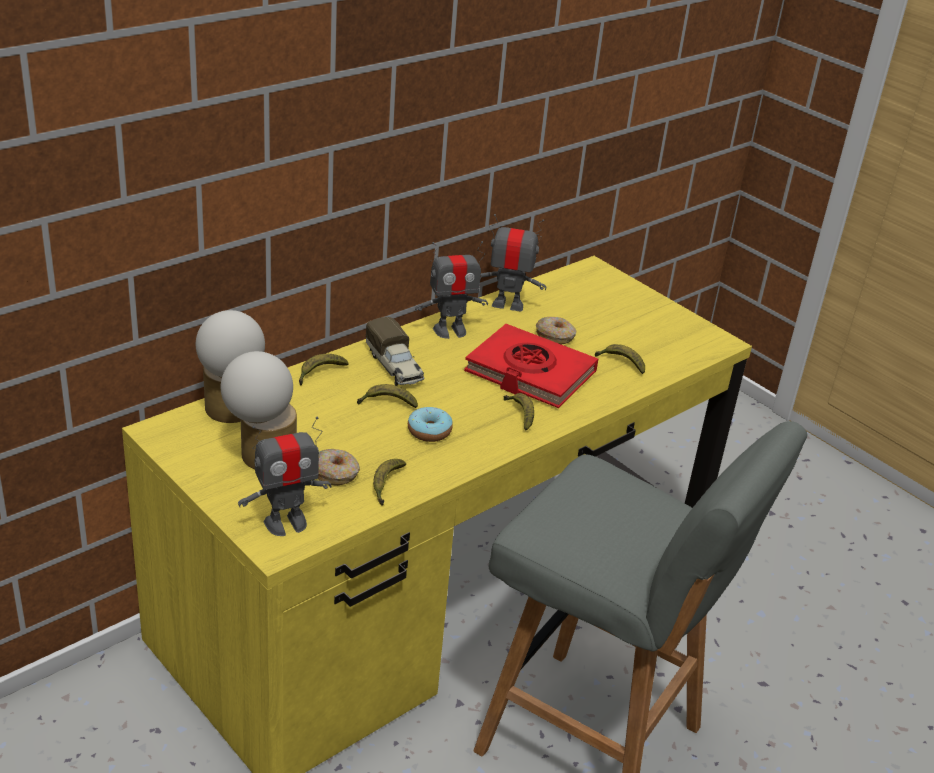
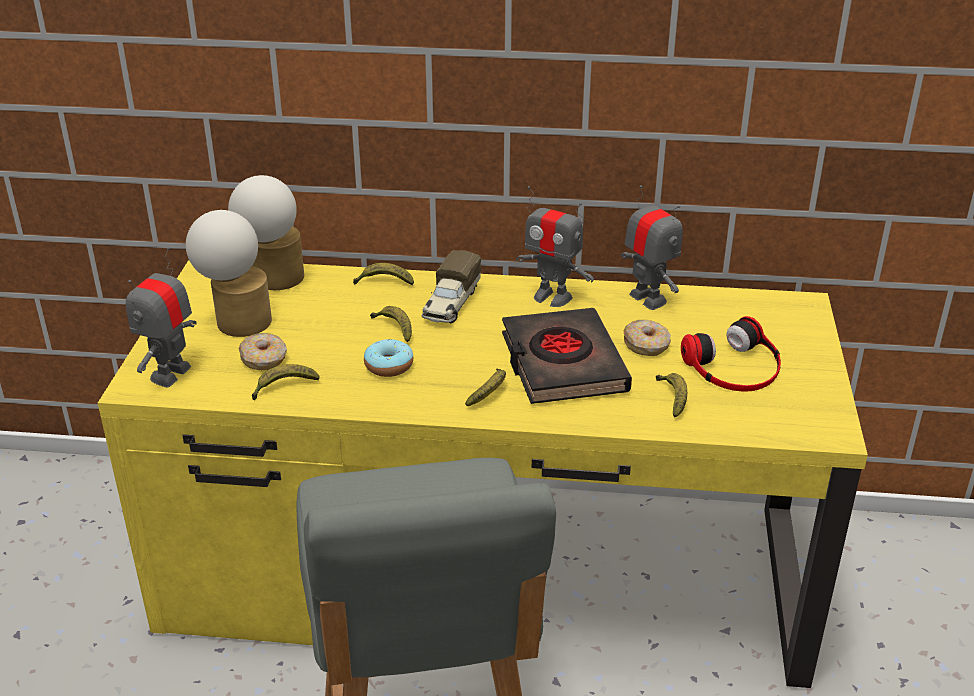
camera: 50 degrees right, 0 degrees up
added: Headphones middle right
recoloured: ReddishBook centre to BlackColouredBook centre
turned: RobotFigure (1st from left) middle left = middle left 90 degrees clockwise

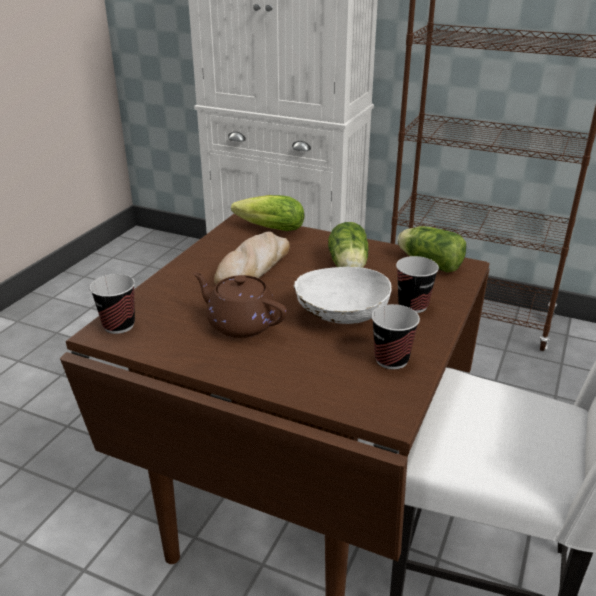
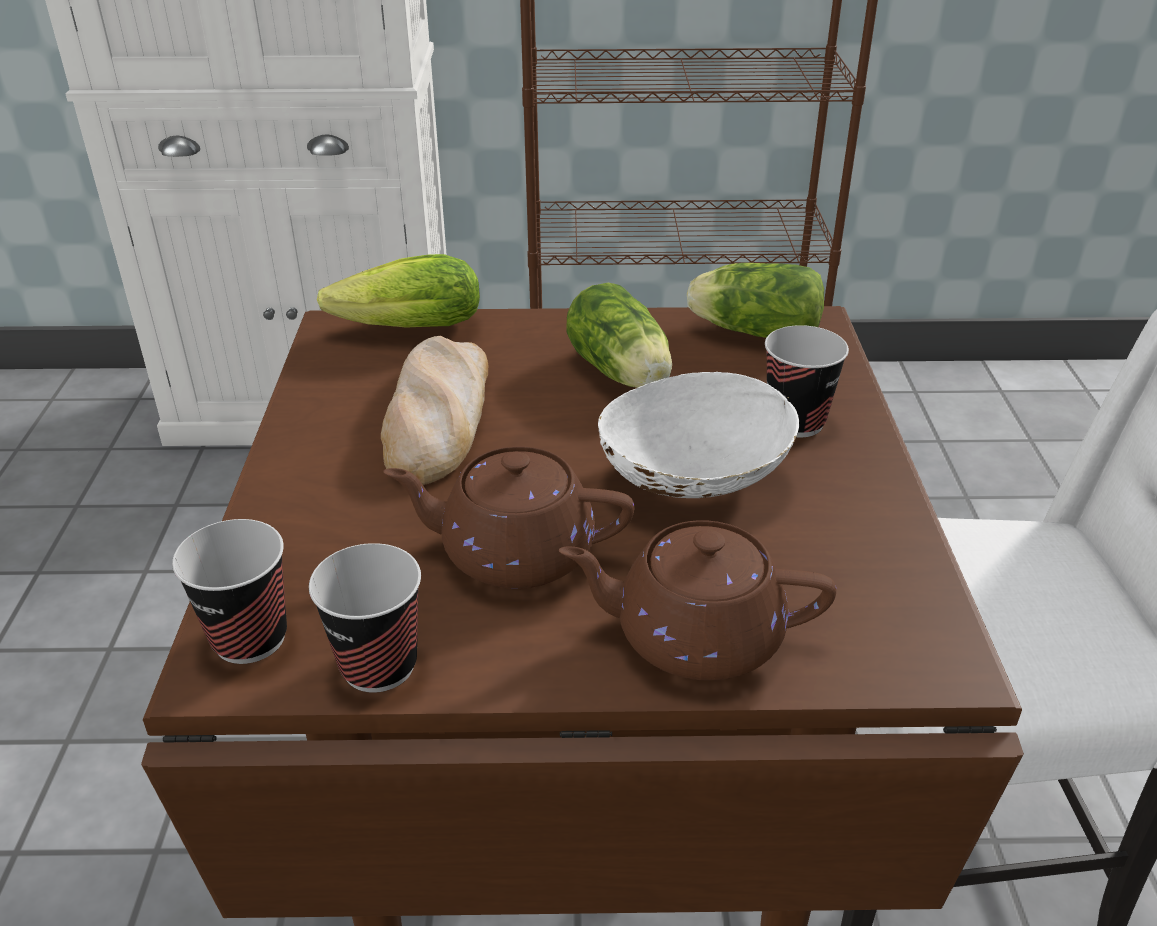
camera: 25 degrees left, 5 degrees up
added: BrownishTeapot (2nd from left) centre
moved: DrinkingCup (2nd from left) centre to bottom left

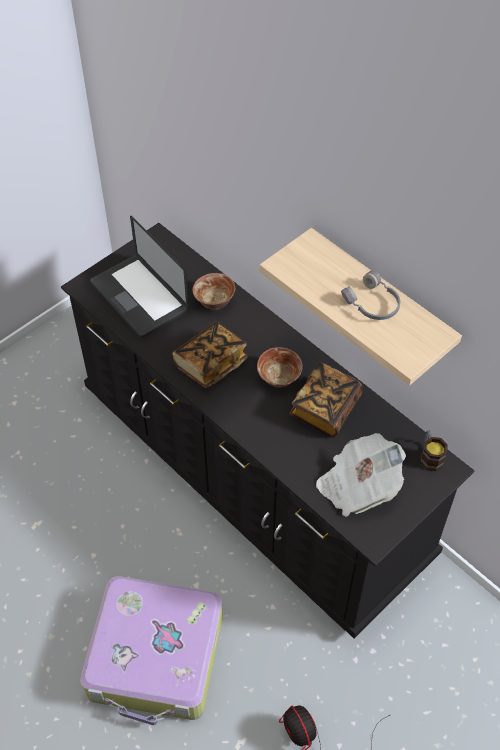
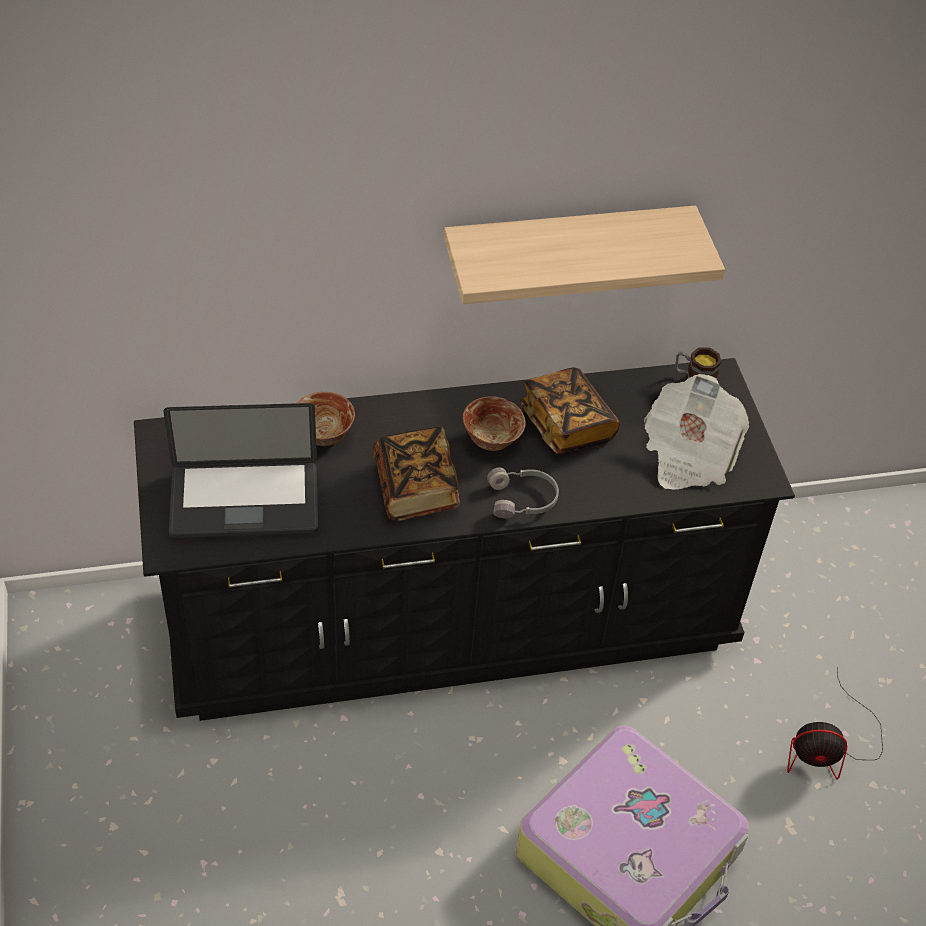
camera: 60 degrees left, 5 degrees down
moved: GrayHeadphones middle right to centre

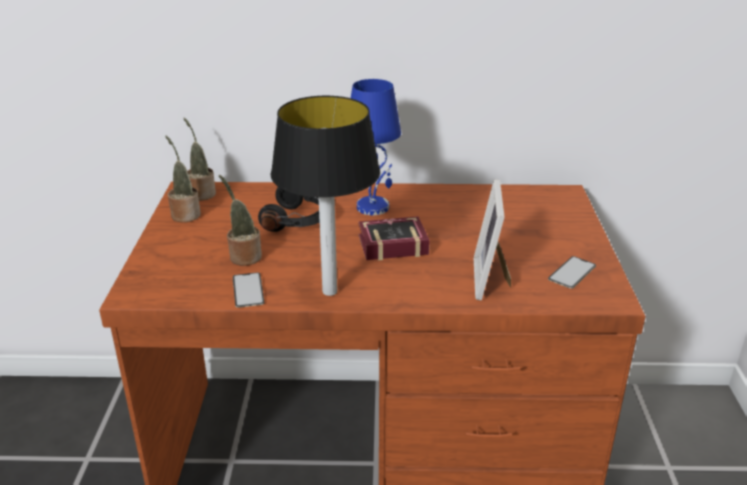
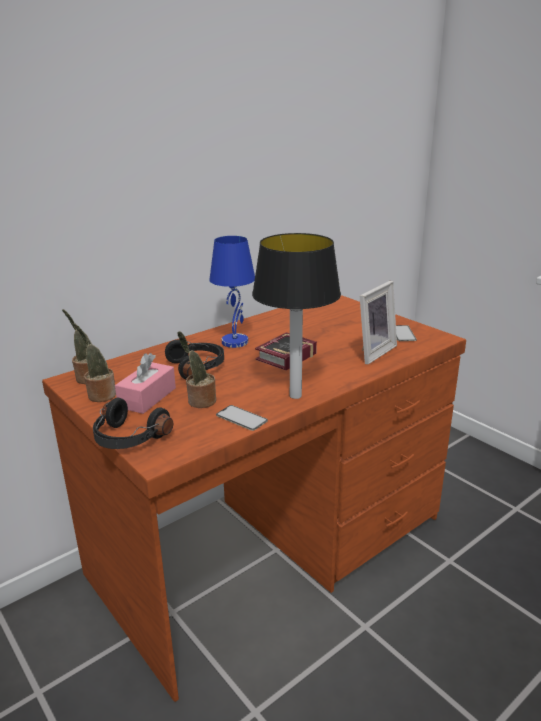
camera: 40 degrees left, 5 degrees down
added: BlackColouredHeadphones (1st from left) middle left; PinkishTissueBox middle left
turned: PictureFrame centre = middle right 105 degrees counterclockwise

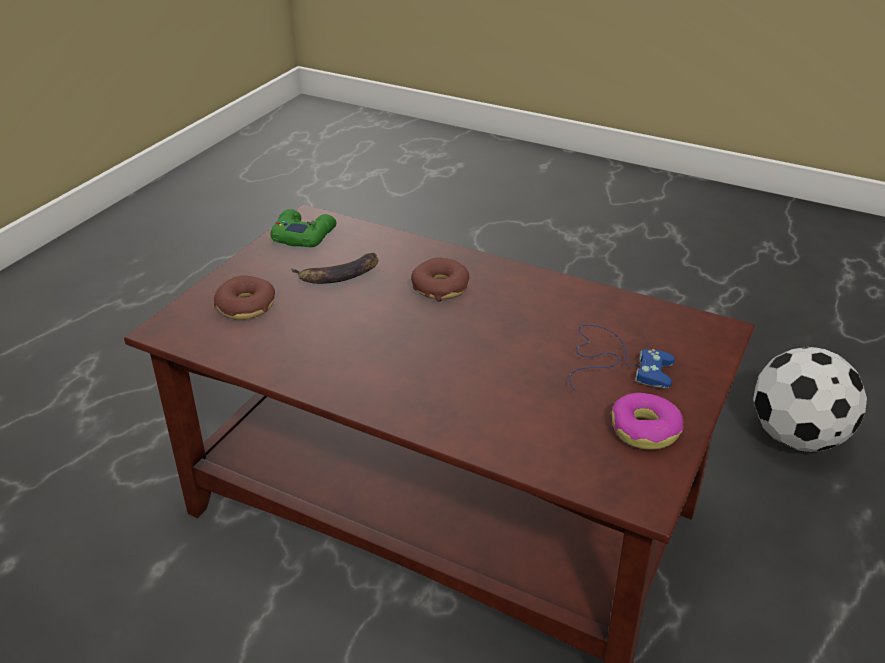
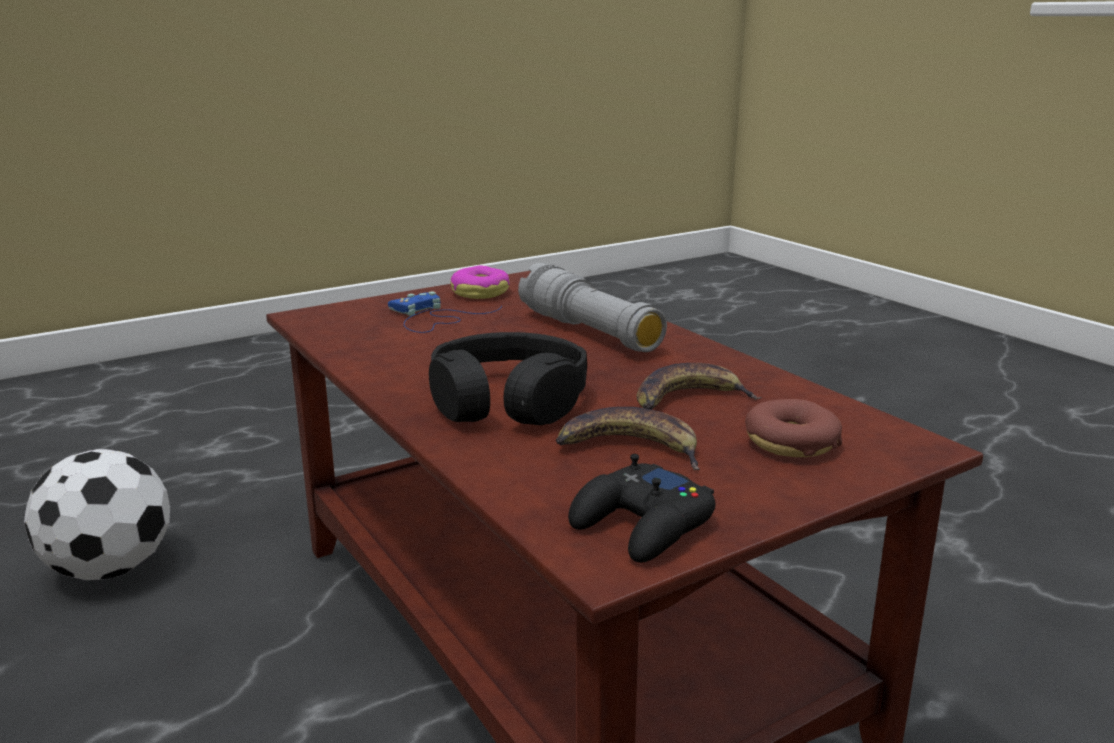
camera: 150 degrees left, 15 degrees down
added: GrayFlashlight centre; WholeBanana (2nd from left) centre
replaced: Doughnut (2nd from left) centre to BlackColouredHeadphones centre
recoloured: GreenColouredJoypad centre to BlackColouredJoypad bottom centre

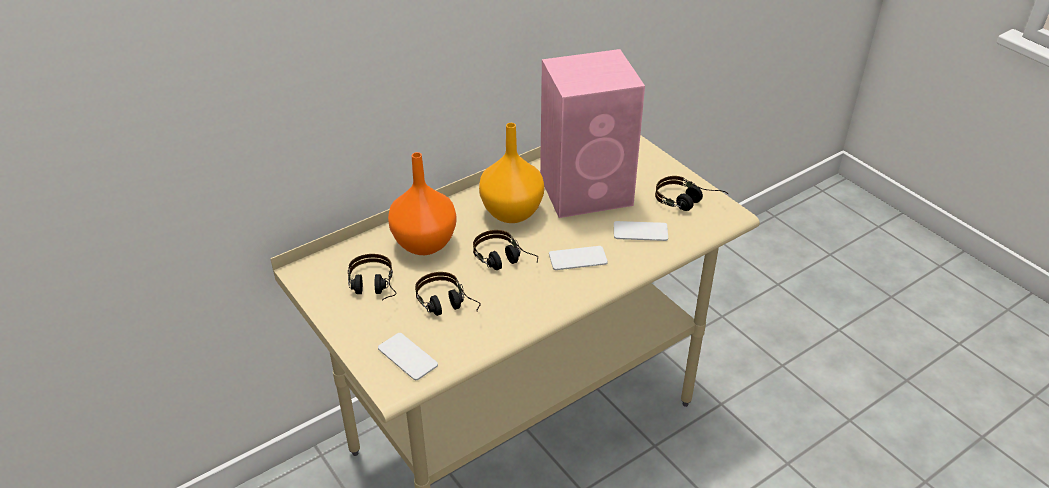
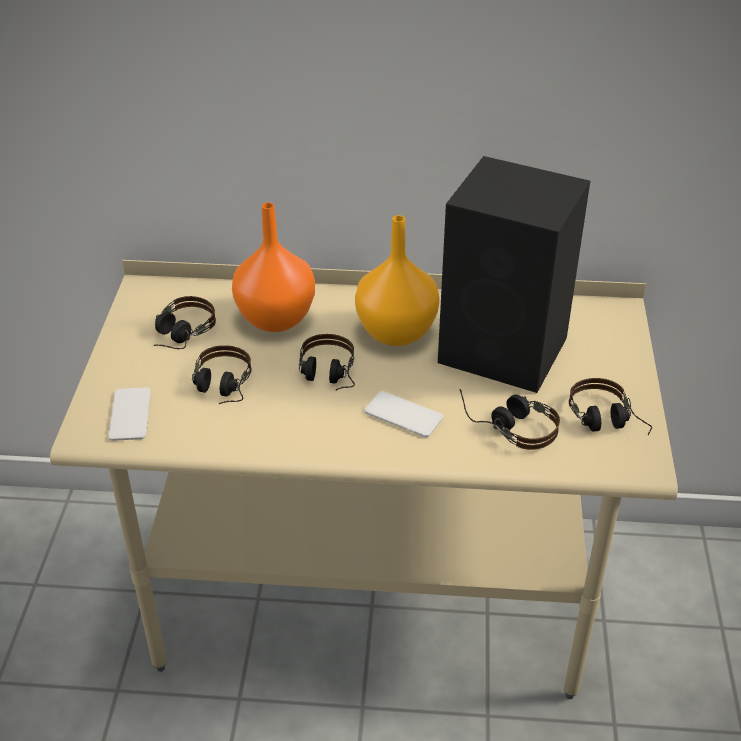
camera: 40 degrees right, 0 degrees up
replaced: Phone (3rd from left) centre to Headphones (4th from left) middle right
recoloured: PinkishAudioSpeaker top centre to BlackColouredAudioSpeaker middle right

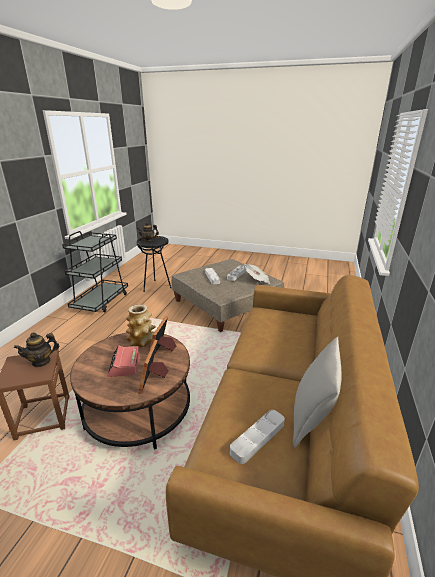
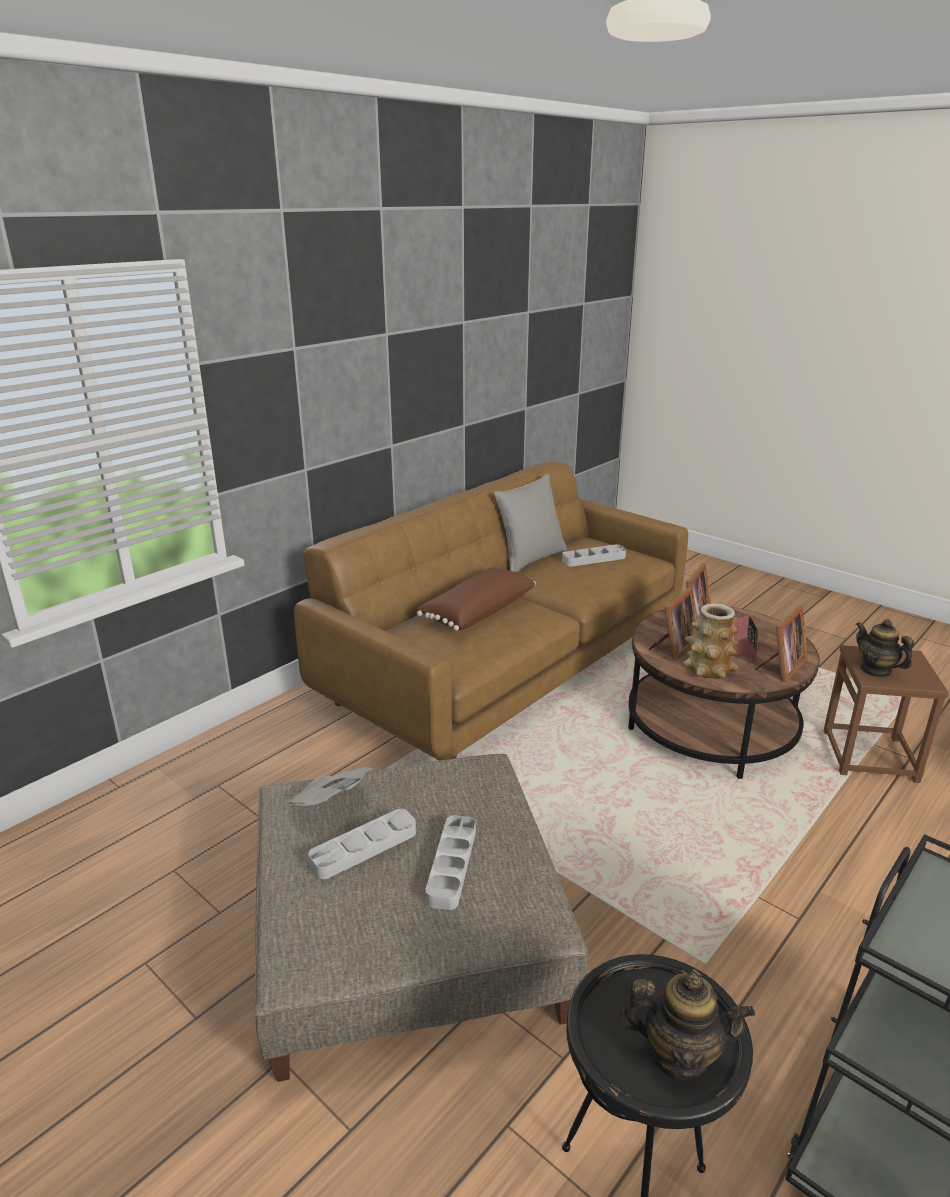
camera: 155 degrees left, 0 degrees up
added: BrownishPillow centre; PictureFrame (3rd from left) middle right
turned: Teapot (1st from left in the first image) middle left = middle right 120 degrees counterclockwise

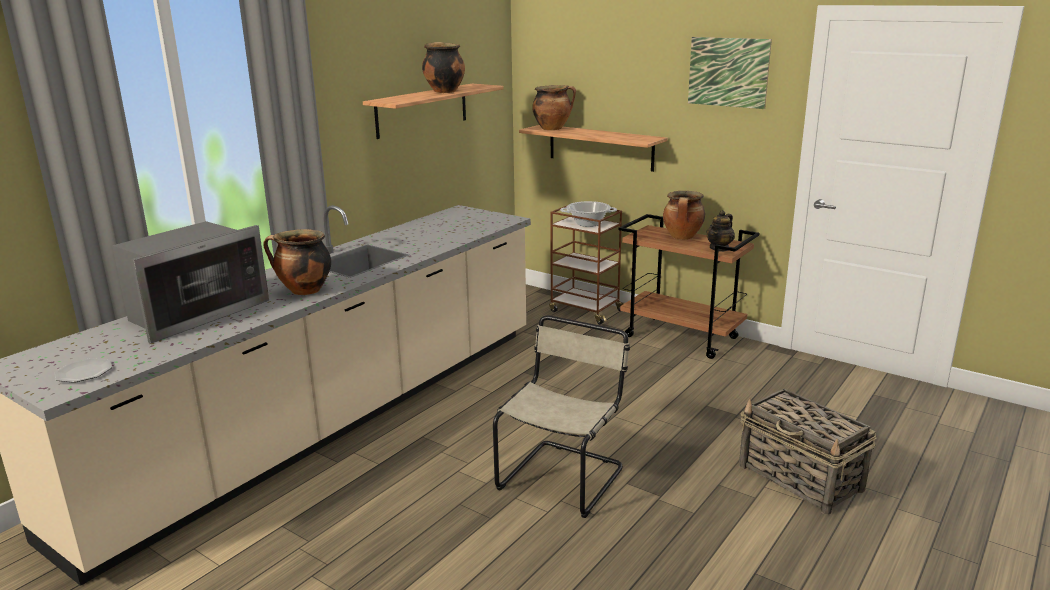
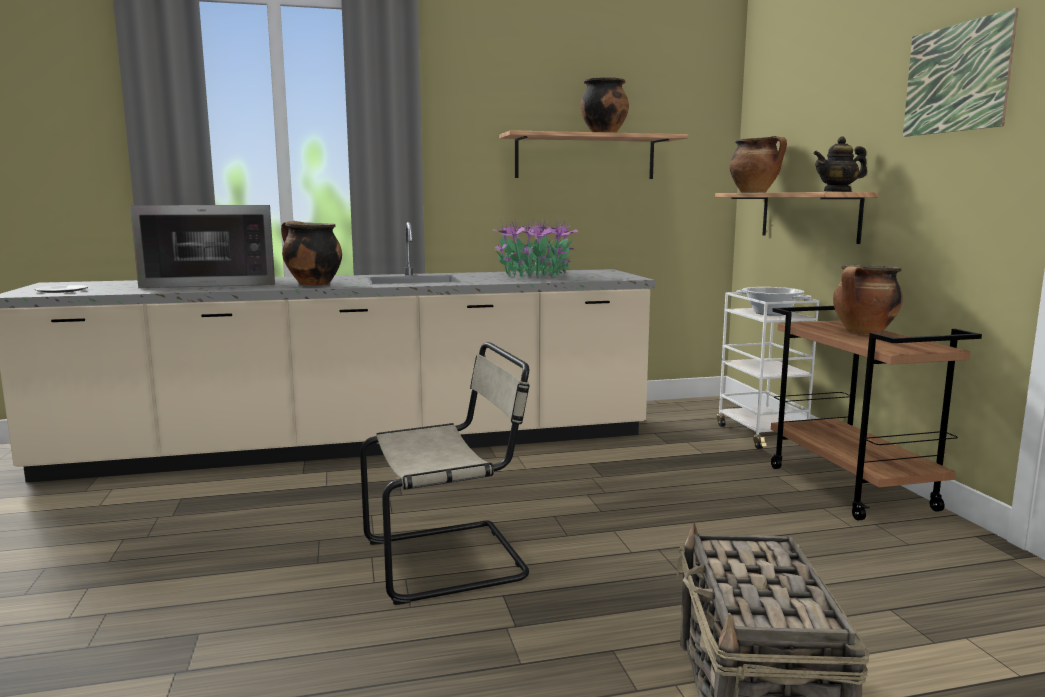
camera: 40 degrees right, 10 degrees down
added: Houseplant centre
moved: Teapot middle right to top right
recoloured: BrownishWheeledCart (1st from left) centre to WhiteWheeledCart middle right

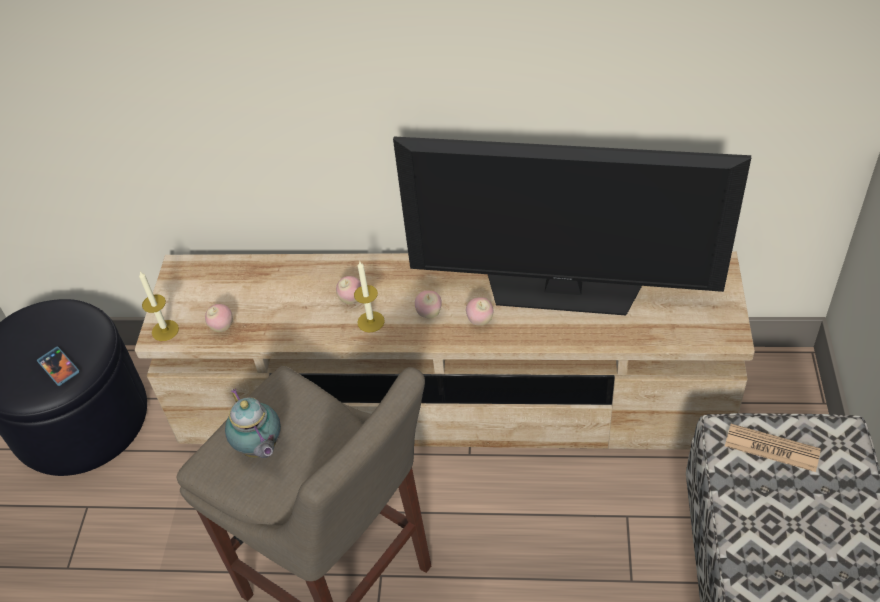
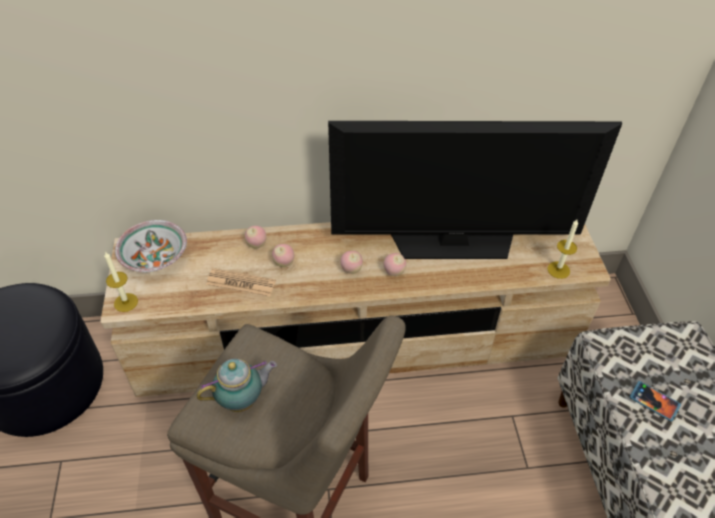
camera: 15 degrees left, 0 degrees up
added: DeepDish middle left
moved: Phone middle left to bottom right; Apple (1st from left) middle left to centre; WaxCandle (2nd from left) centre to middle right; DailyPaper bottom right to centre
turned: Teapot bottom left = bottom left 75 degrees counterclockwise

